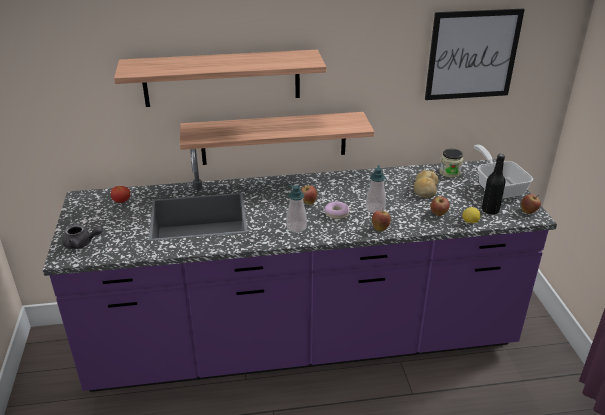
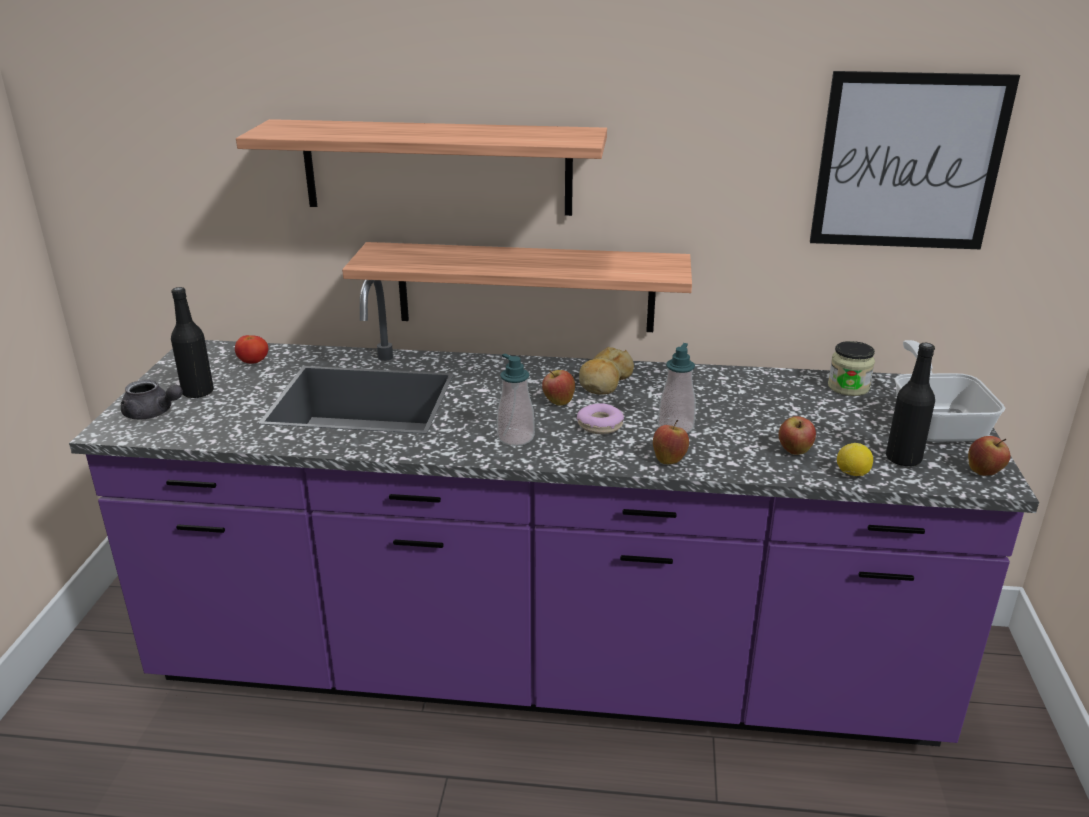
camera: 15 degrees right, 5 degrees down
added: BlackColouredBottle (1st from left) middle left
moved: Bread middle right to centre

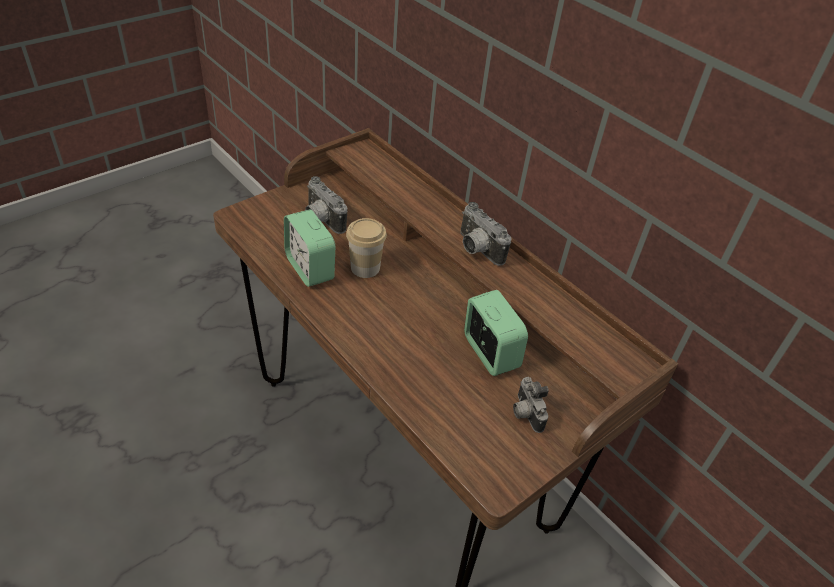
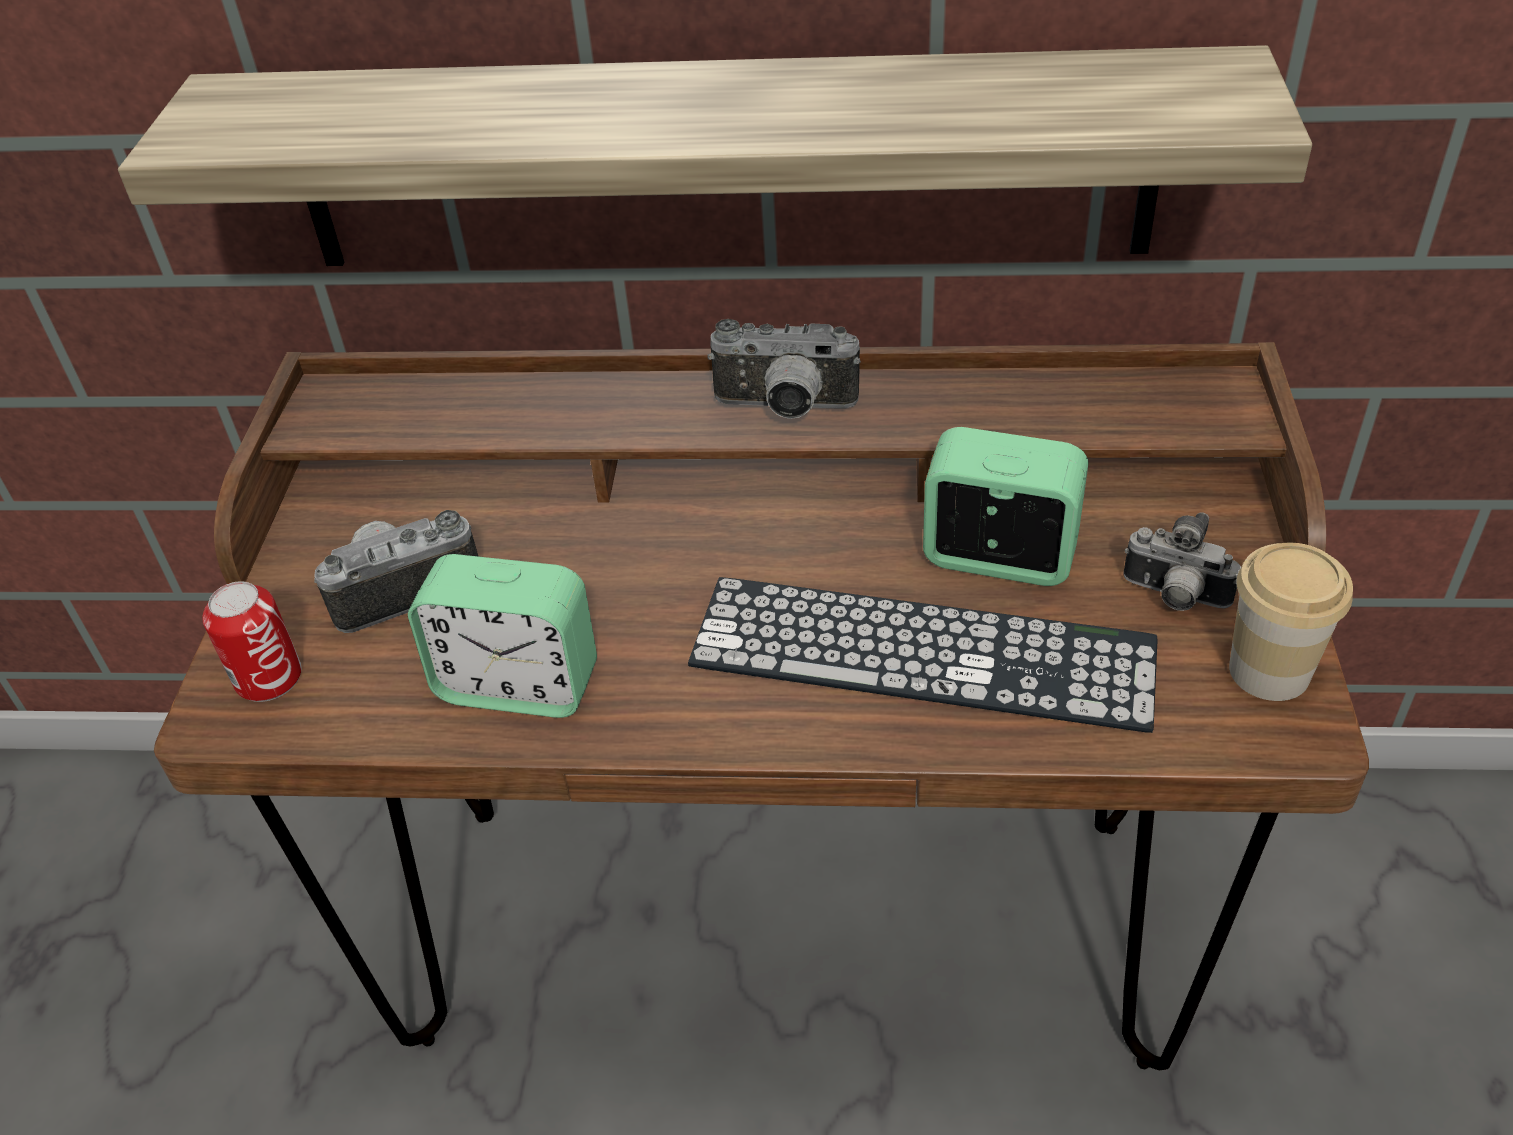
camera: 40 degrees left, 0 degrees up
added: WallShelf top centre; SealedCan middle left; ComputerKeyboard centre
moved: DrinkingCup centre to middle right
turned: PhotoCamera (1st from left) centre = middle left 150 degrees clockwise

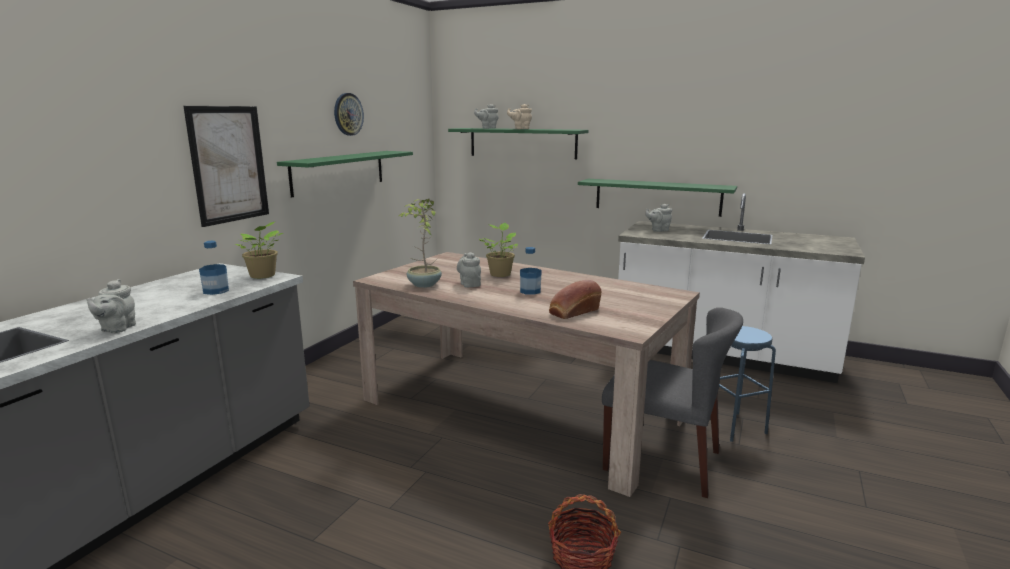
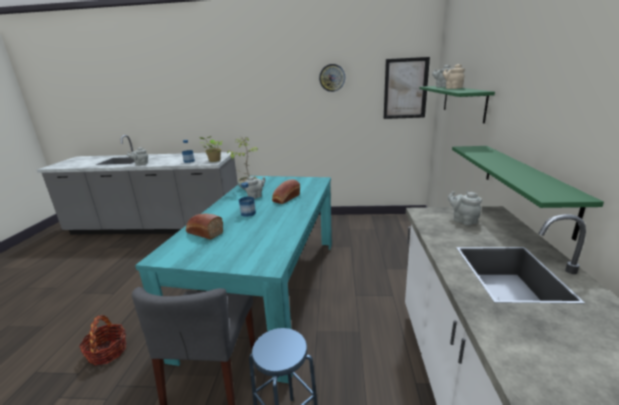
camera: 70 degrees right, 5 degrees up
removed: GreenColouredWallShelf (1st from left) top centre
moved: WallArt top left to top centre
replaced: Houseplant (3rd from left) centre to Bread (2nd from left) centre
recoloured: SandColouredDiningTable centre to TurquoiseDiningTable bottom centre

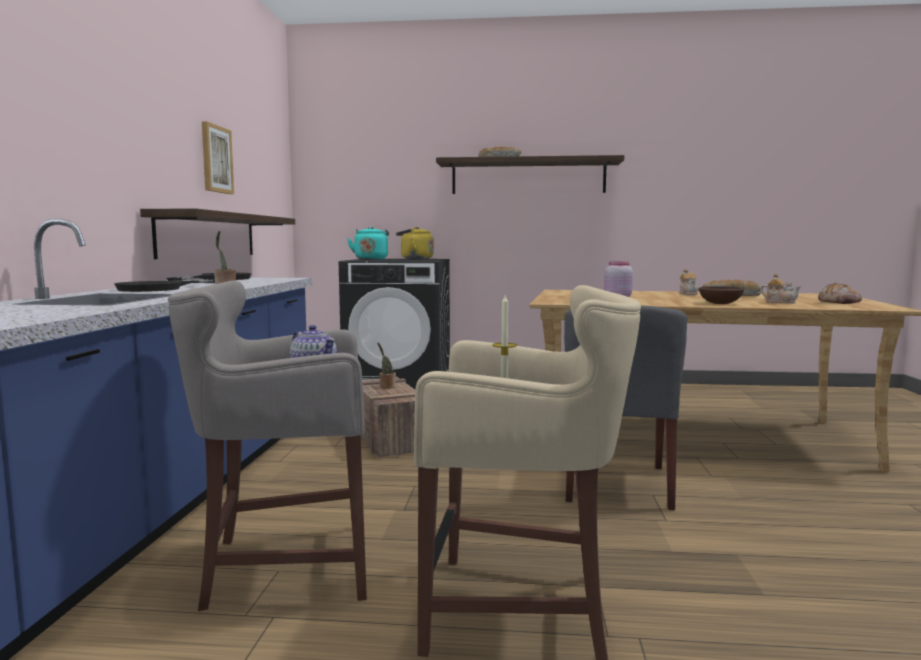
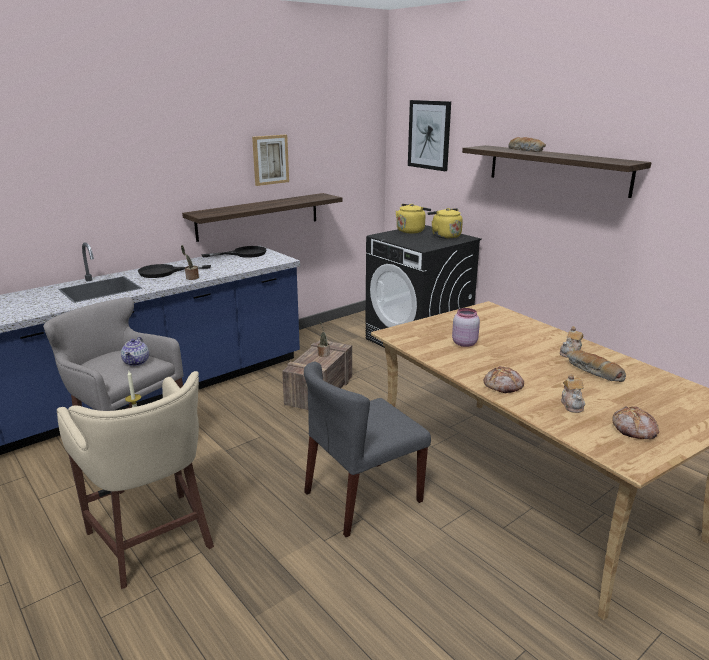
camera: 45 degrees right, 15 degrees up
added: WallArt (2nd from left) top centre
replaced: BrownishDeepDish middle right to Bread (1st from left) middle right
recoloured: TurquoiseTeaKettle centre to YellowishTeaKettle (1st from left) top centre

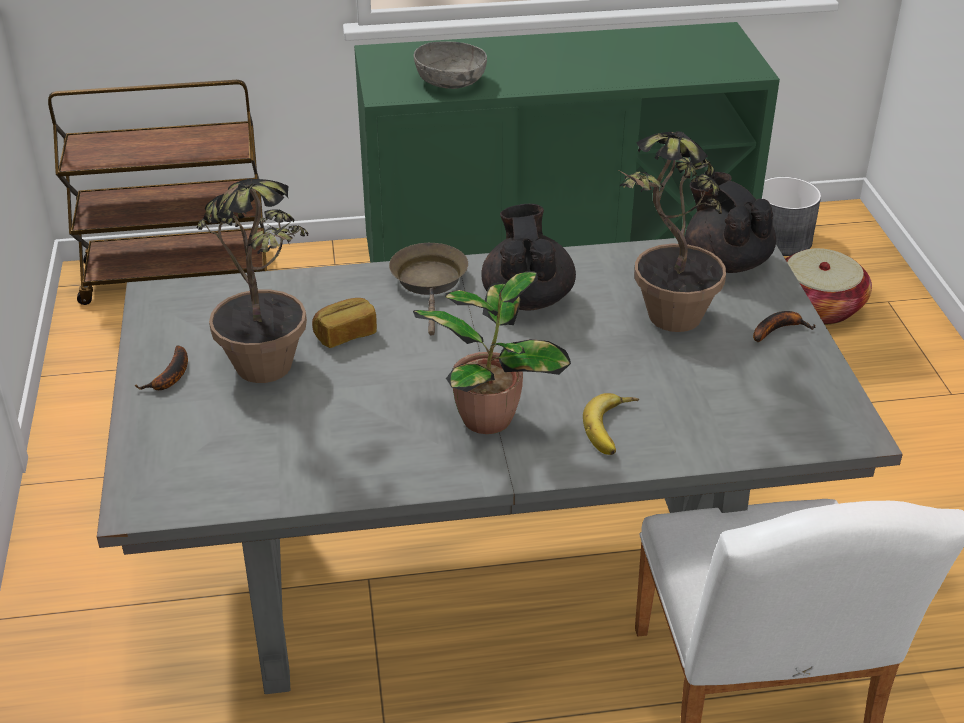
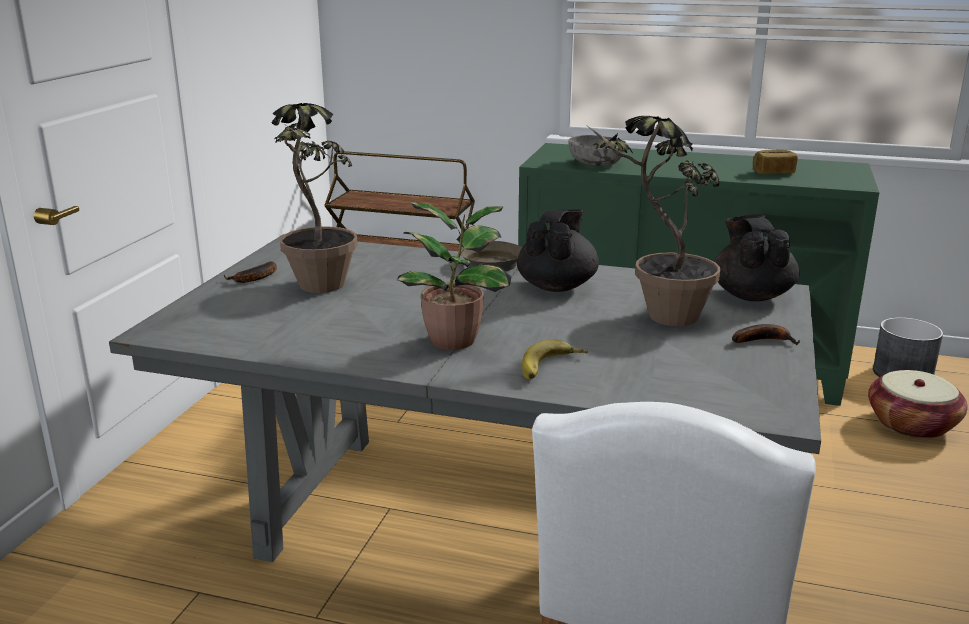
camera: 25 degrees right, 15 degrees down
moved: Bread centre to top right

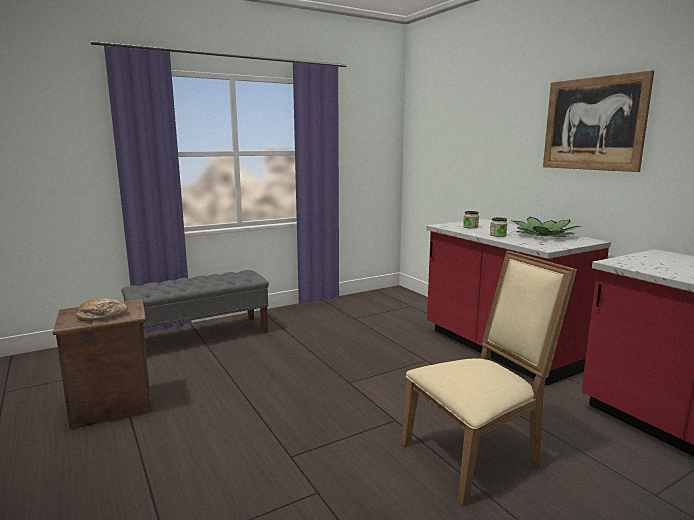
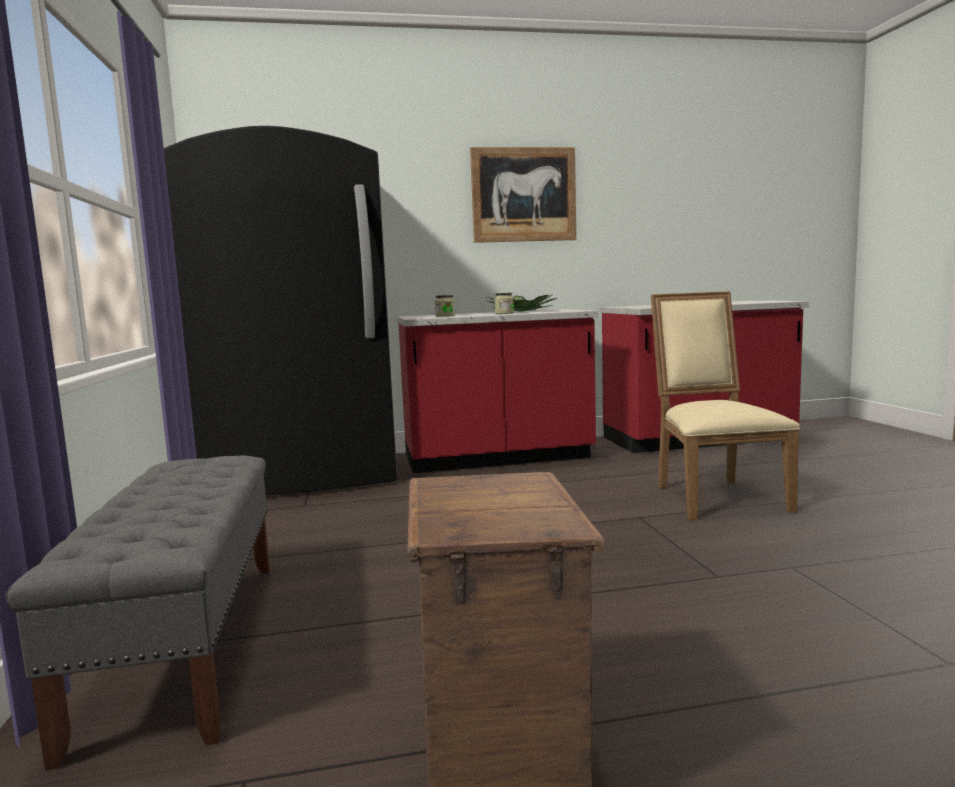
camera: 70 degrees left, 5 degrees down
removed: Bread middle left
added: BlackColouredFridge middle left

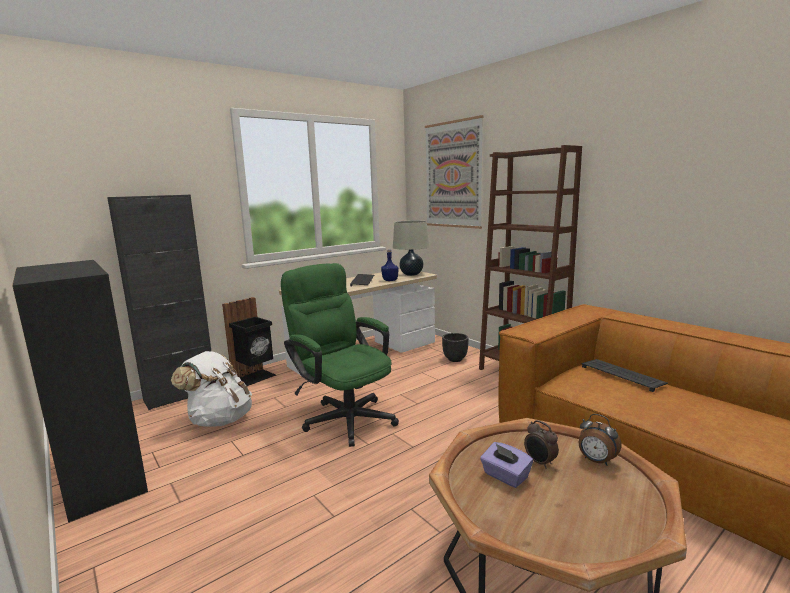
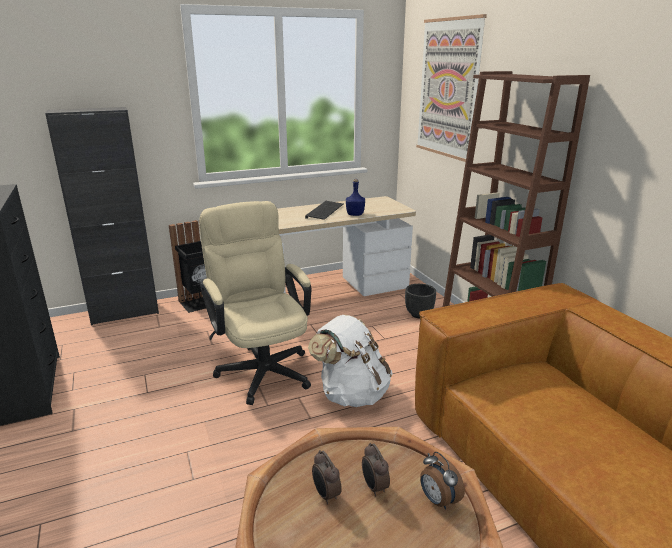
camera: 15 degrees right, 10 degrees up
removed: SandColouredTableLamp centre; ComputerKeyboard (2nd from left) middle right
moved: WhiteRucksack middle left to centre
replaced: PurplishTissueBox bottom centre to AlarmClock (1st from left) bottom centre
recoloured: GreenColouredOfficeChair centre to SandColouredOfficeChair centre

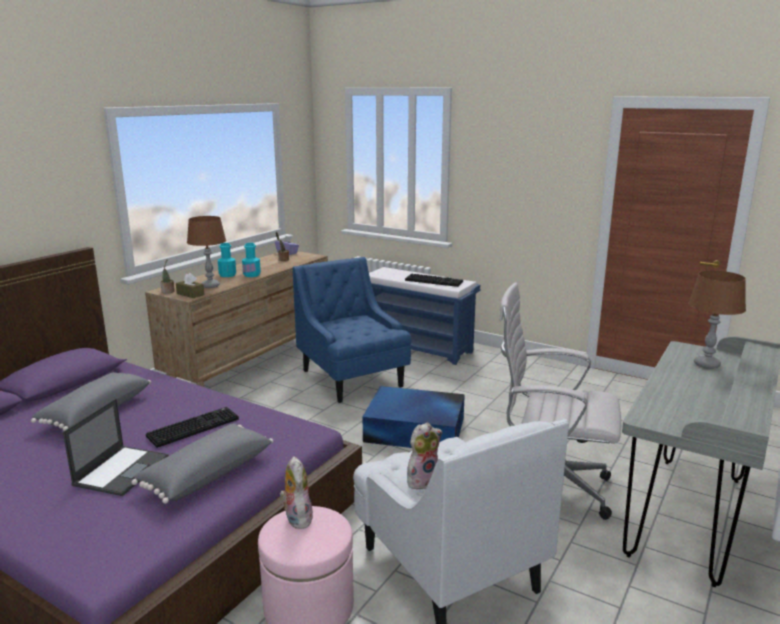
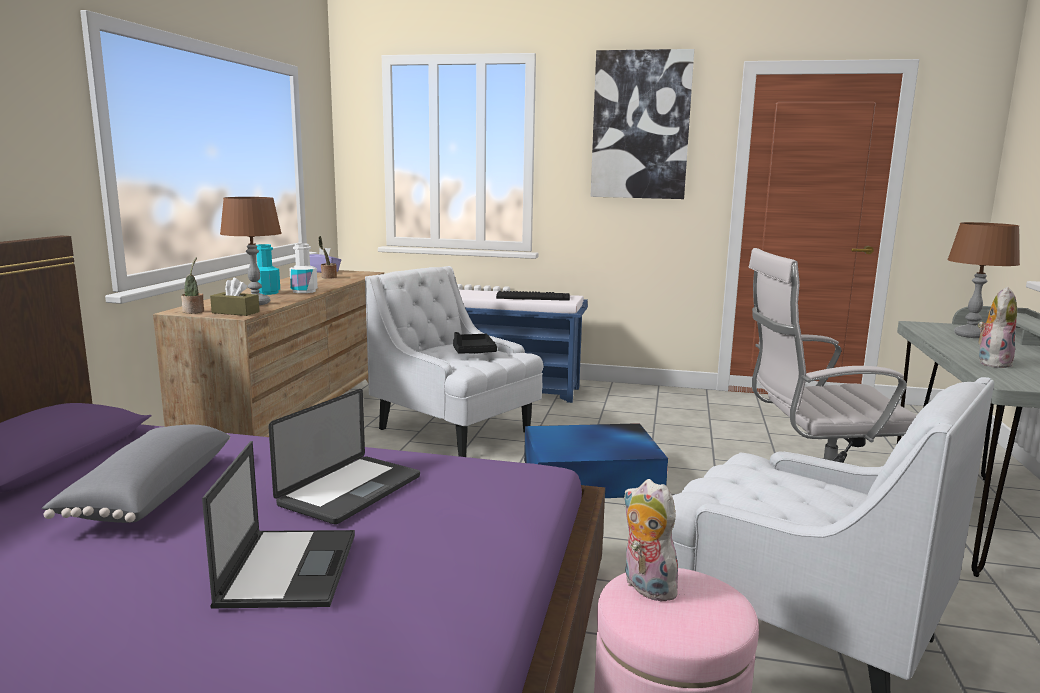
camera: 20 degrees left, 5 degrees down
removed: GrayPillow (2nd from left) bottom left
added: BlackColouredTray centre; WallArt top centre
moved: PlushToy (2nd from left) bottom centre to middle right
replaced: ComputerKeyboard (1st from left) bottom left to PortableComputer (2nd from left) middle left
recoloured: TurquoiseBottle (2nd from left) middle left to WhiteBottle middle left; BlueColouredLoungeChair centre to WhiteLoungeChair (1st from left) centre

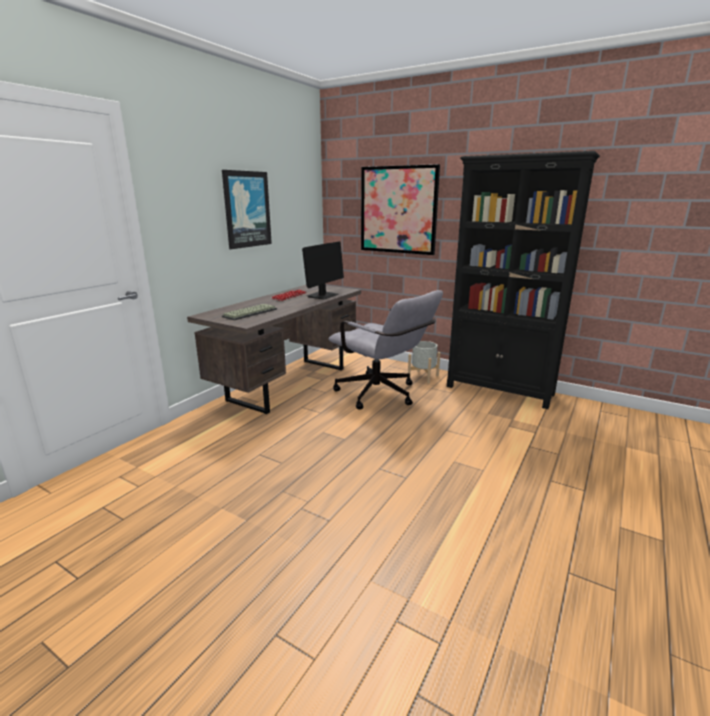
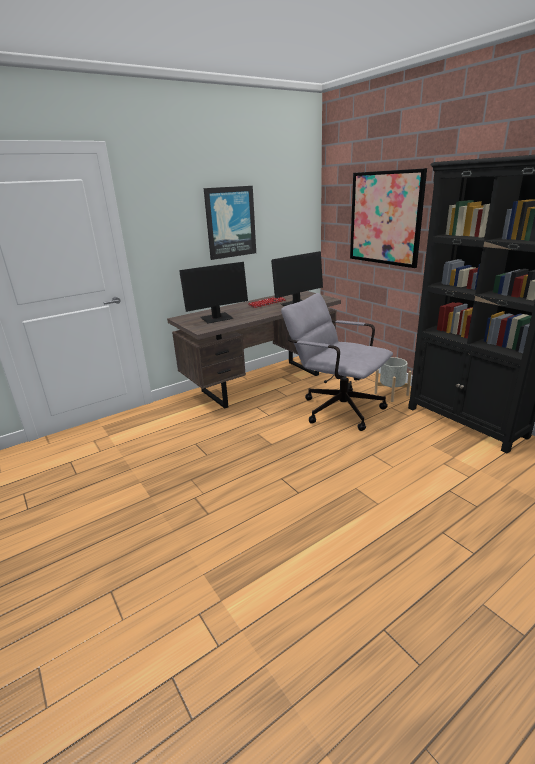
camera: 25 degrees right, 5 degrees up
replaced: ComputerKeyboard (1st from left) centre to ComputerScreen (1st from left) centre
turned: GrayOfficeChair centre = centre 150 degrees clockwise

